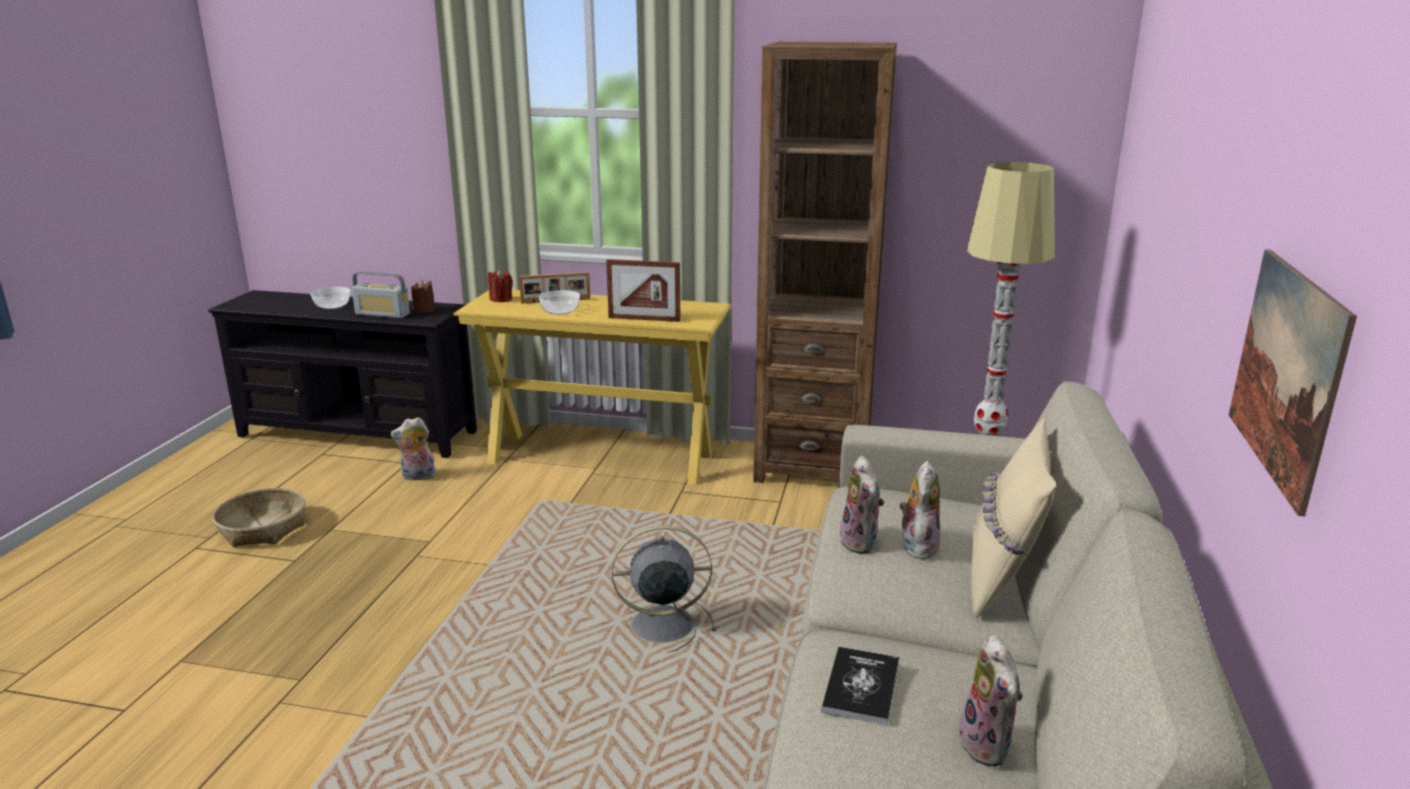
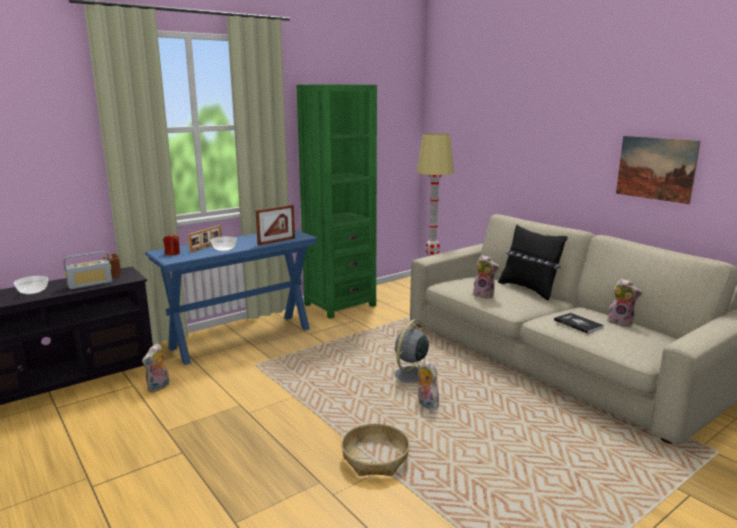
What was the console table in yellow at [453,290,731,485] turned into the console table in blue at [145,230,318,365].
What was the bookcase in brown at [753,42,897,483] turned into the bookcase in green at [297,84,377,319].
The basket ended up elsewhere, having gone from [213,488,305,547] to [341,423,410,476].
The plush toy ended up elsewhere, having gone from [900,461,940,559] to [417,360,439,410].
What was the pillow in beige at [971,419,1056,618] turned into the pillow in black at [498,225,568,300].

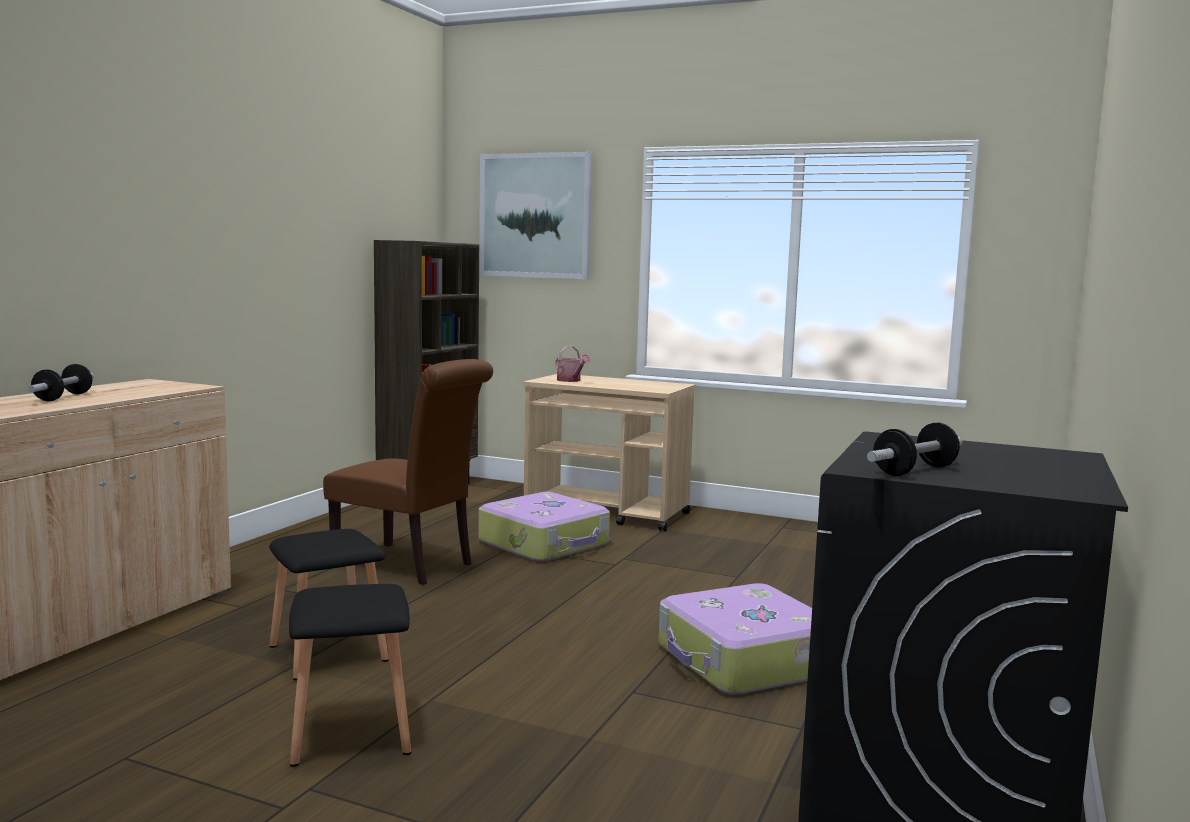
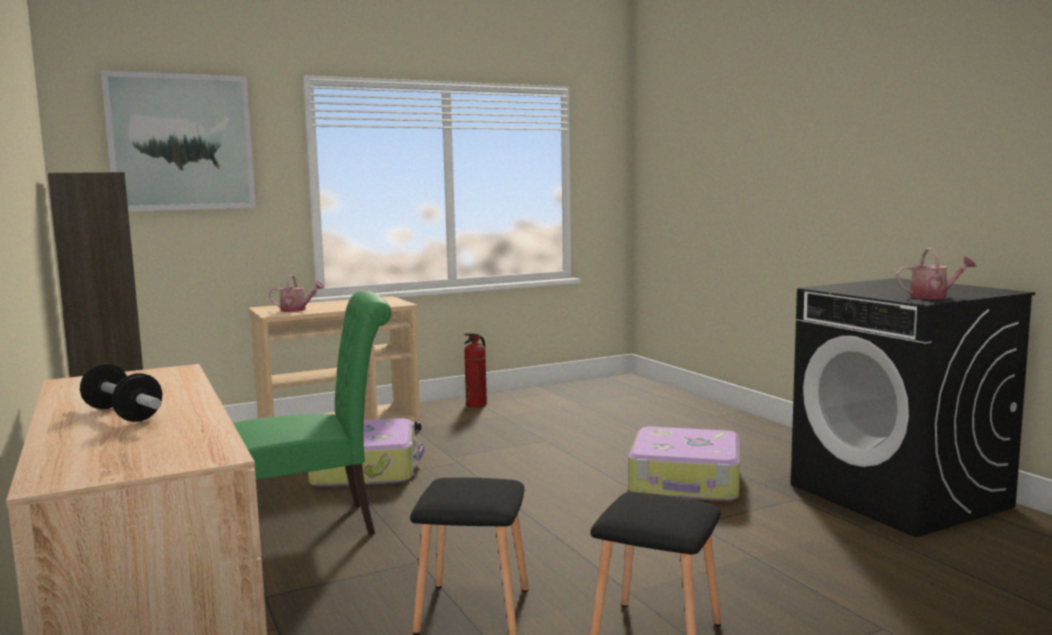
What was the chair in brown at [323,359,493,585] turned into the chair in green at [233,291,392,535].
The second view gained the fire extinguisher at [464,333,487,408].
Where the dumbbell stood at [867,423,963,476], the watering can came to stand at [896,248,976,299].

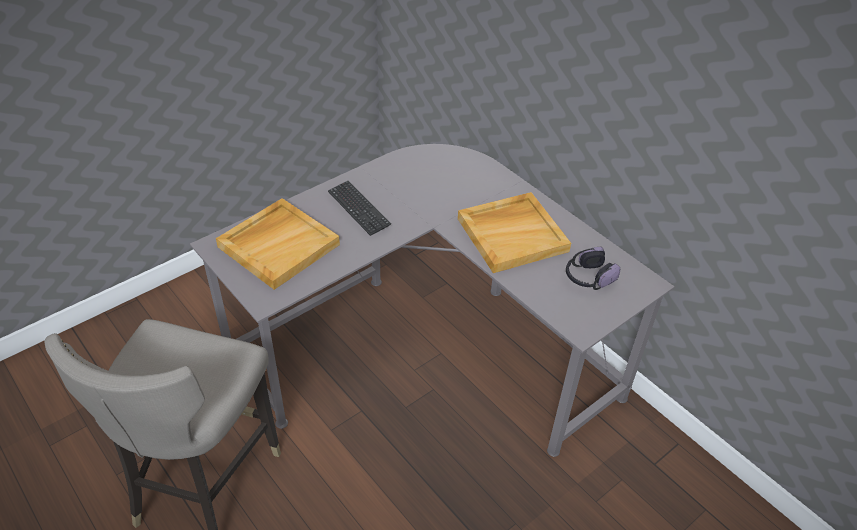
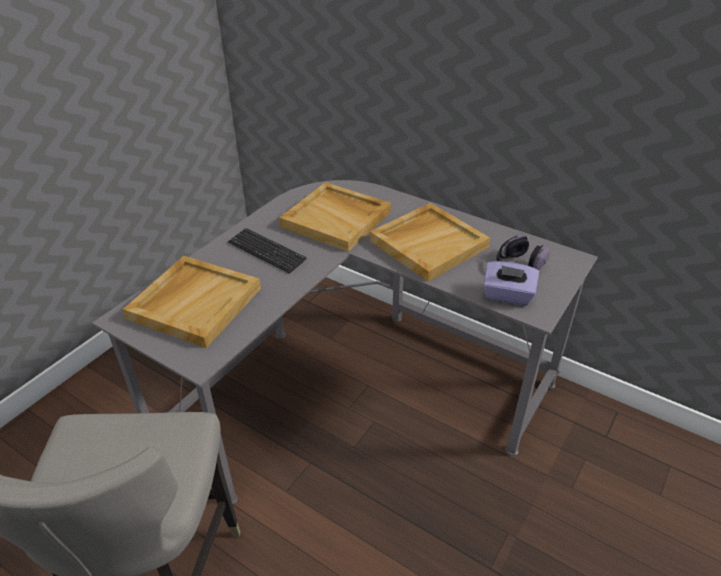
The second view gained the tray in beige at [279,182,391,252].
The second view gained the tissue box in purple at [484,261,539,306].

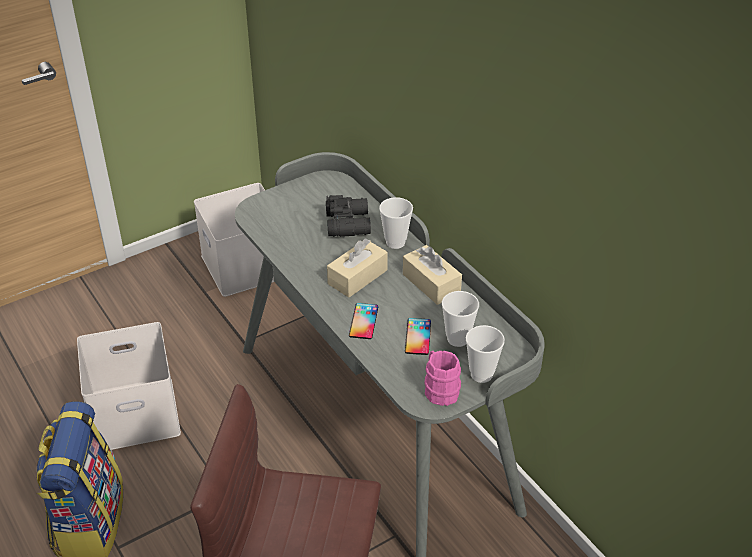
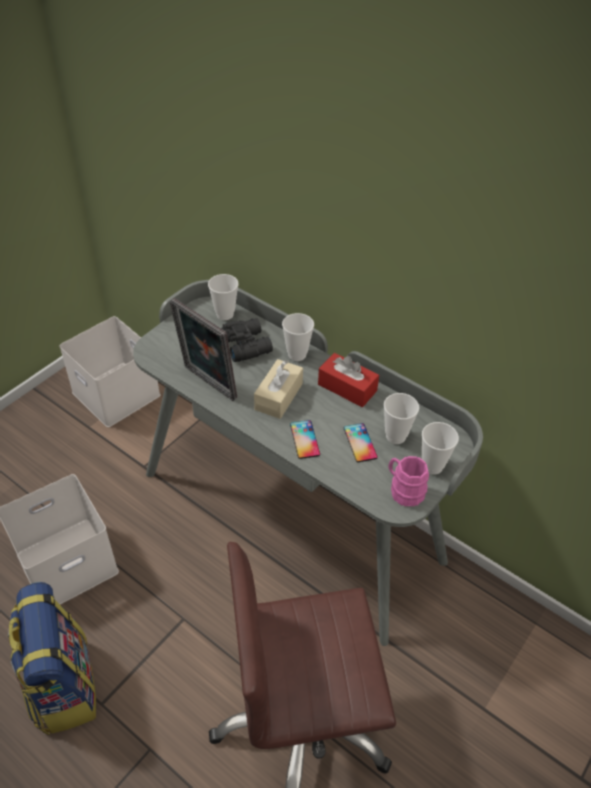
The second view gained the picture frame at [170,298,237,401].
The second view gained the cup at [208,274,238,320].
What was the tissue box in beige at [403,245,462,305] turned into the tissue box in red at [318,353,379,407].

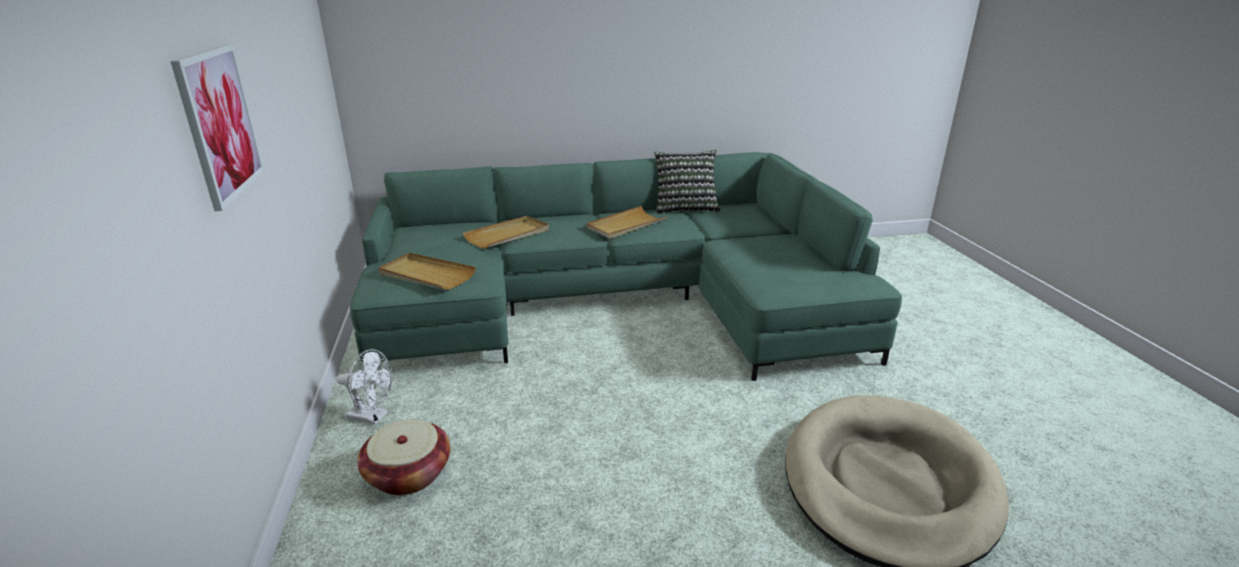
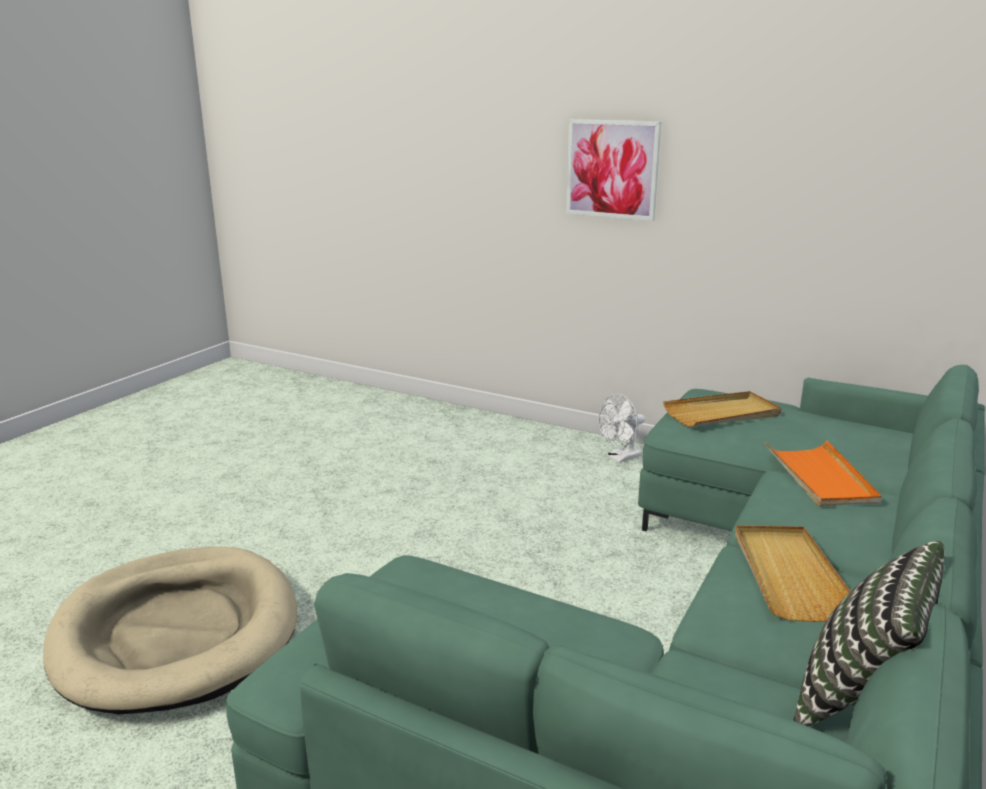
What was the tray in beige at [463,216,549,249] turned into the tray in orange at [765,440,882,506].
The second view lost the basket at [357,420,450,495].

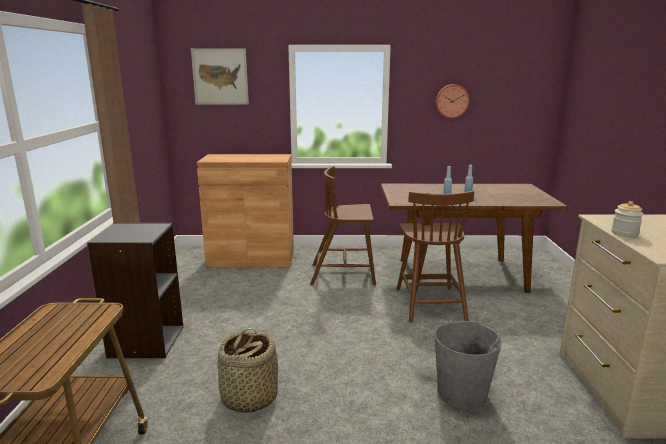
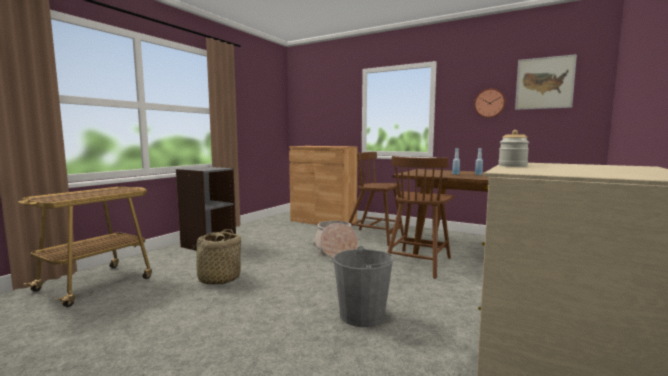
The second view gained the basket at [313,221,358,259].
The picture ended up elsewhere, having gone from [191,48,249,105] to [515,54,577,110].

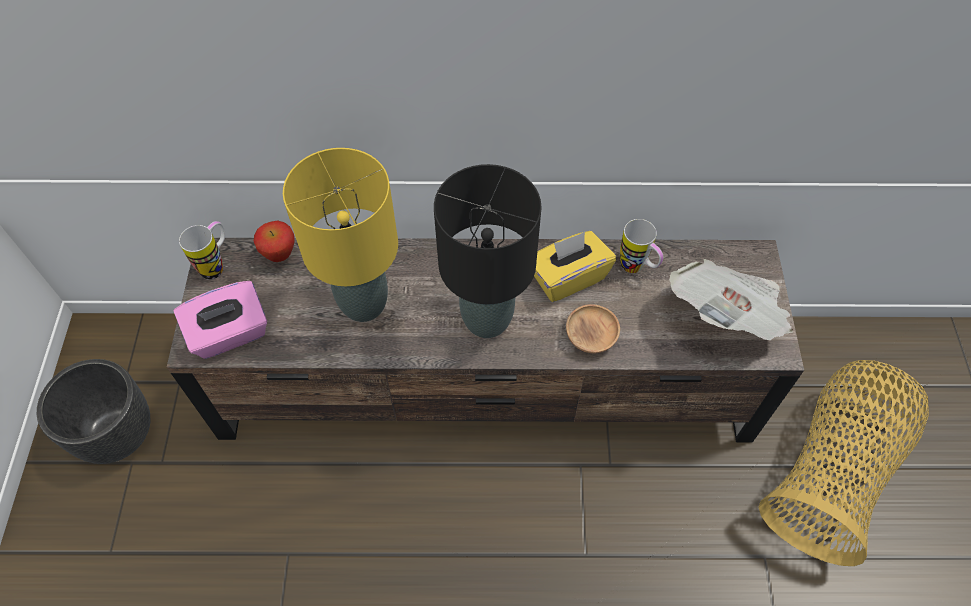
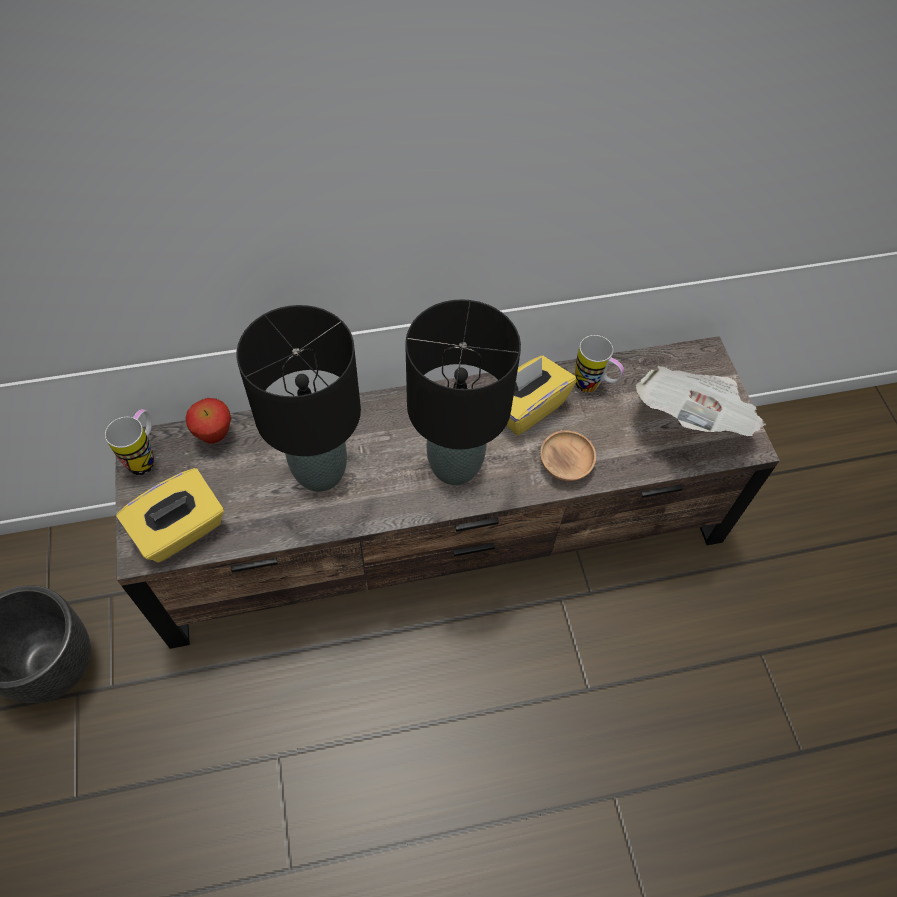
What was the tissue box in pink at [174,281,267,359] turned into the tissue box in yellow at [116,468,224,563].
What was the table lamp in yellow at [283,148,398,322] turned into the table lamp in black at [237,305,361,492].
The second view lost the basket at [758,360,929,566].

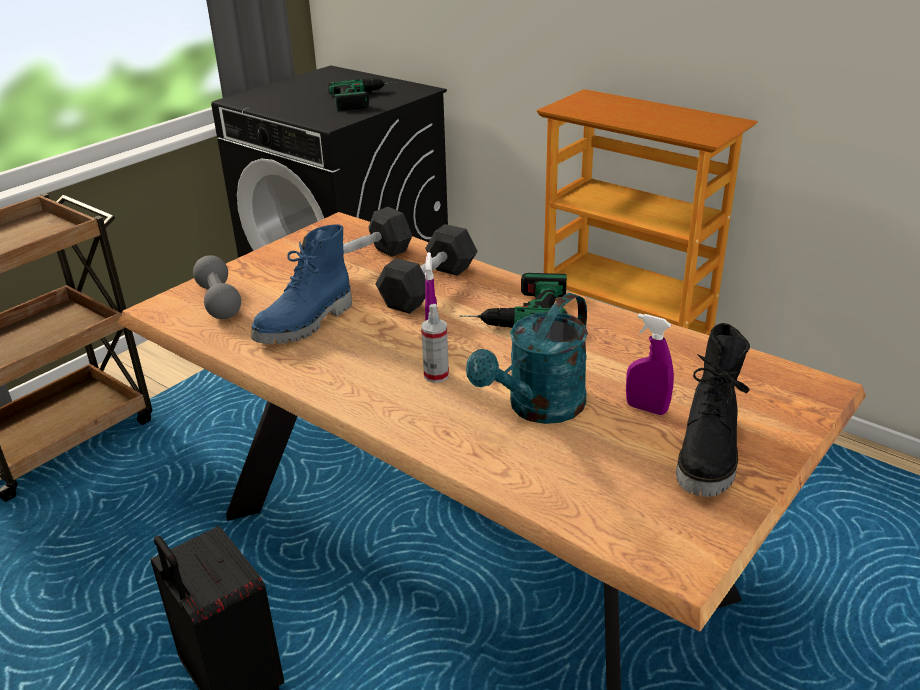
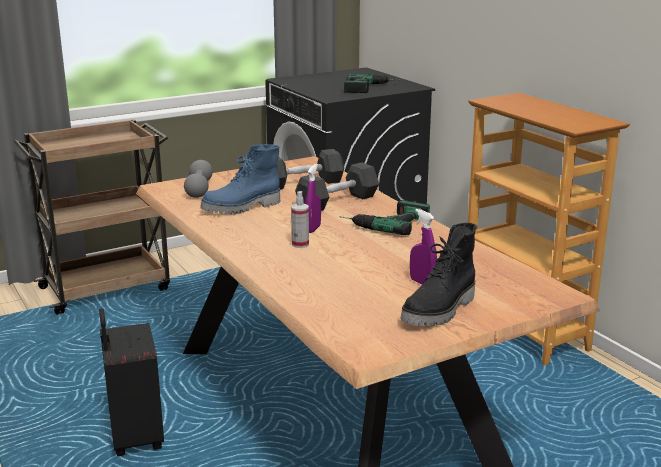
The second view lost the watering can in turquoise at [466,293,588,424].

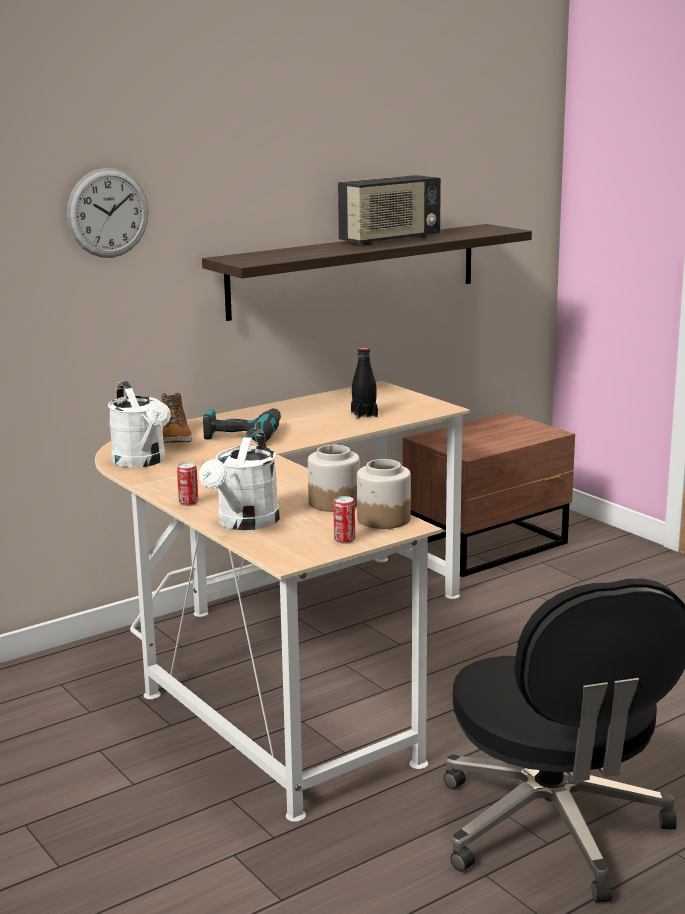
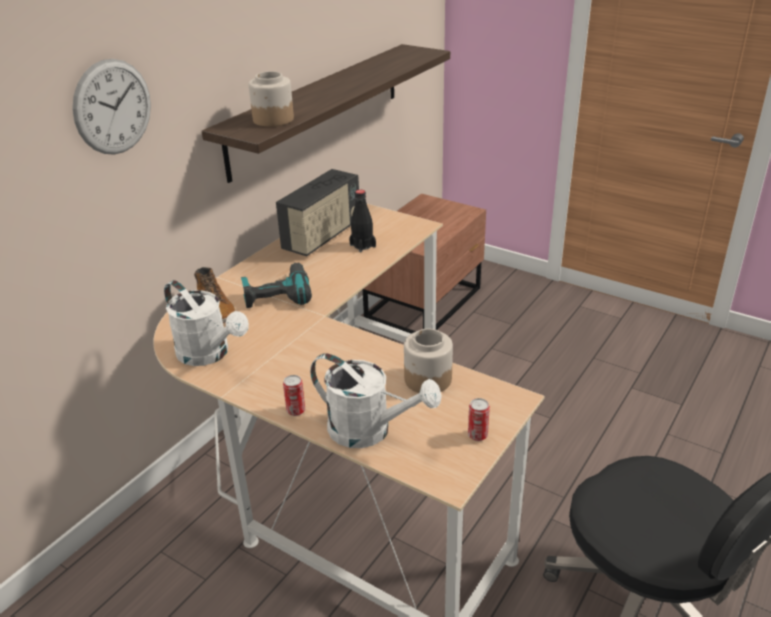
The jar ended up elsewhere, having gone from [357,459,411,529] to [248,71,294,127].
The radio ended up elsewhere, having gone from [338,175,441,245] to [276,169,359,256].
The watering can in white at [199,428,280,530] ended up facing another way, 60 degrees counterclockwise from before.

